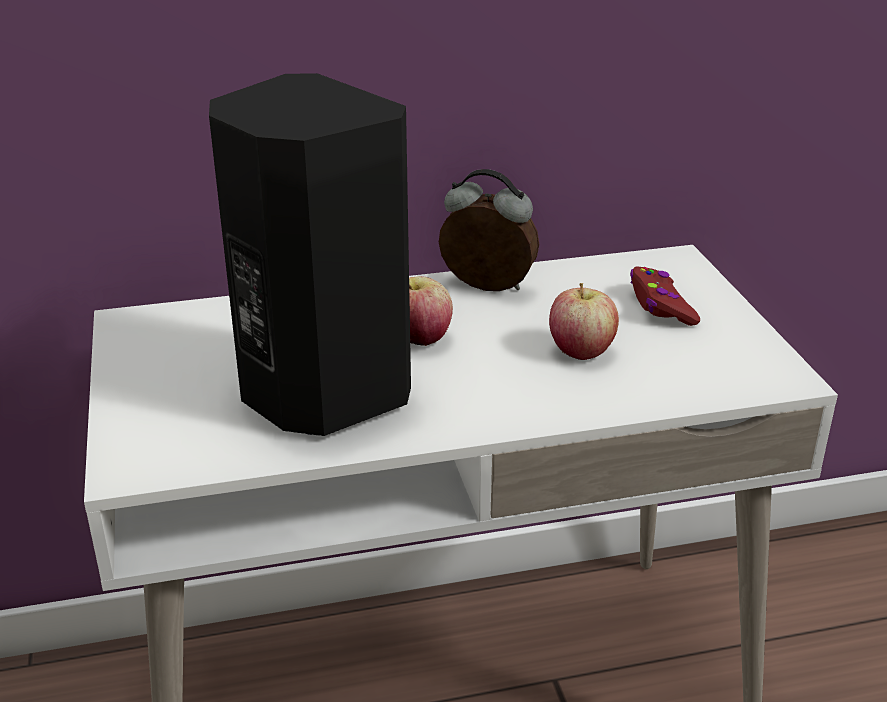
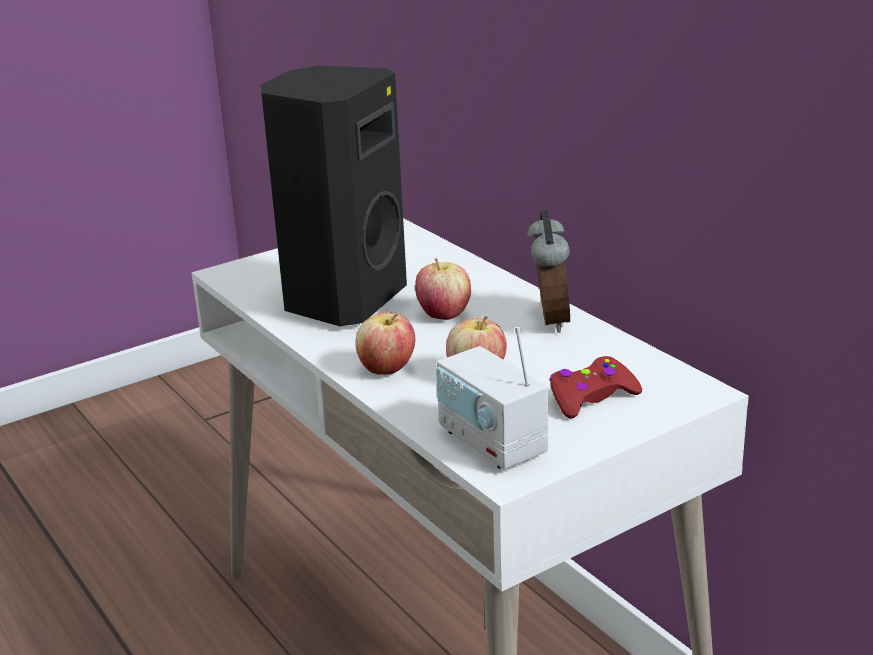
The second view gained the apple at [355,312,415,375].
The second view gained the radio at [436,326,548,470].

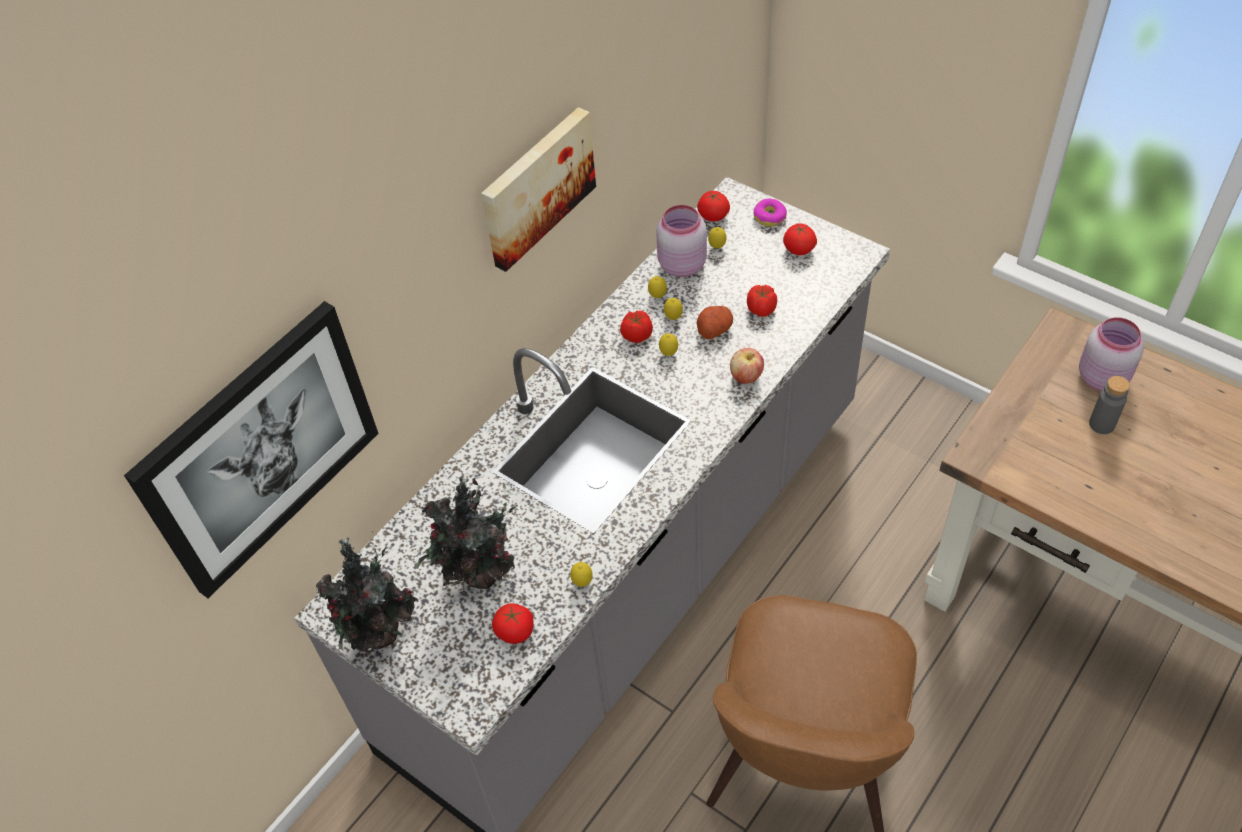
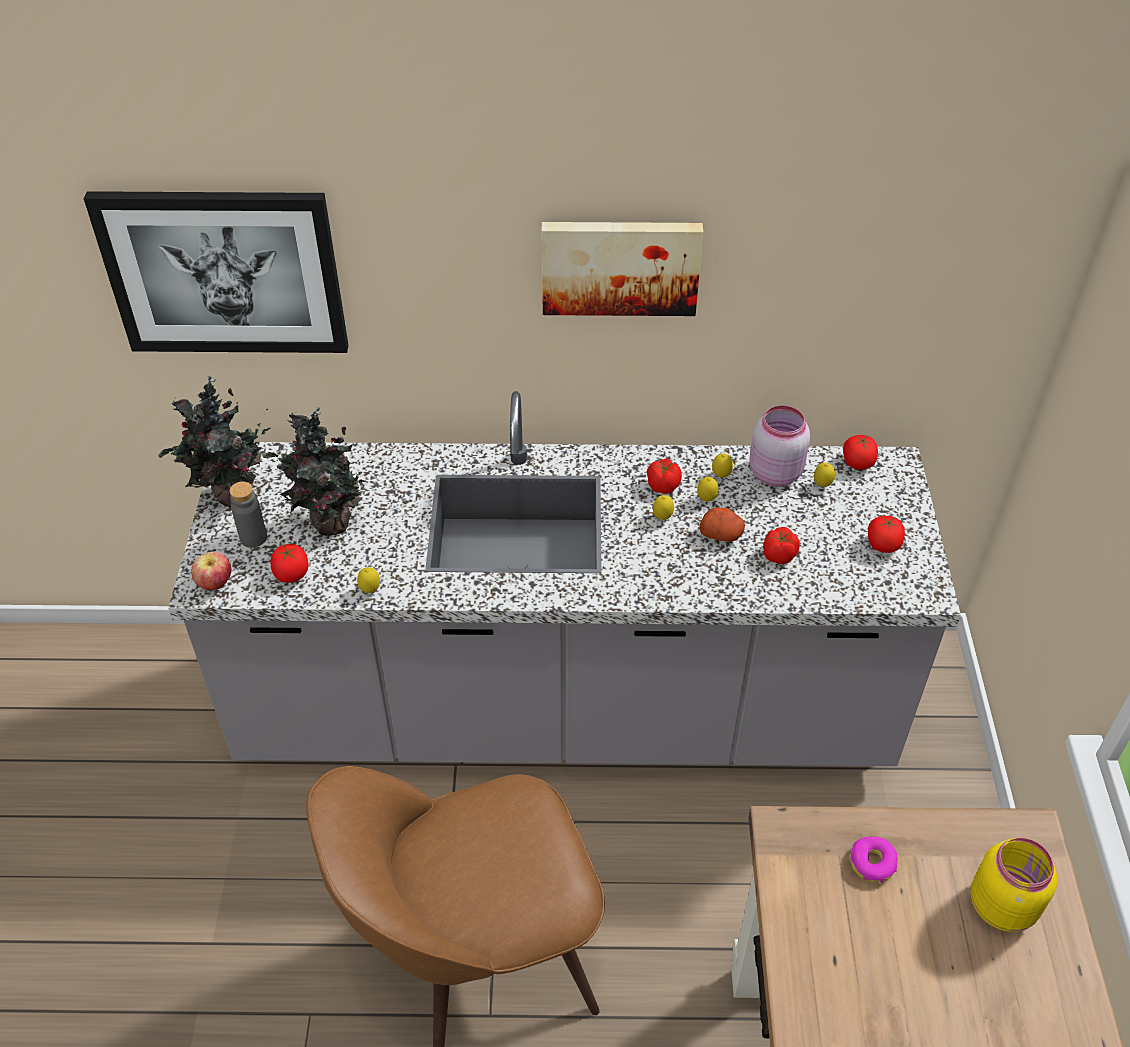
The apple ended up elsewhere, having gone from [730,348,764,384] to [191,552,231,590].
The bottle in grey ended up elsewhere, having gone from [1089,376,1130,434] to [229,481,267,548].
The donut ended up elsewhere, having gone from [753,199,787,227] to [850,836,898,883].
What was the jar in pink at [1079,317,1144,391] turned into the jar in yellow at [971,838,1057,932].

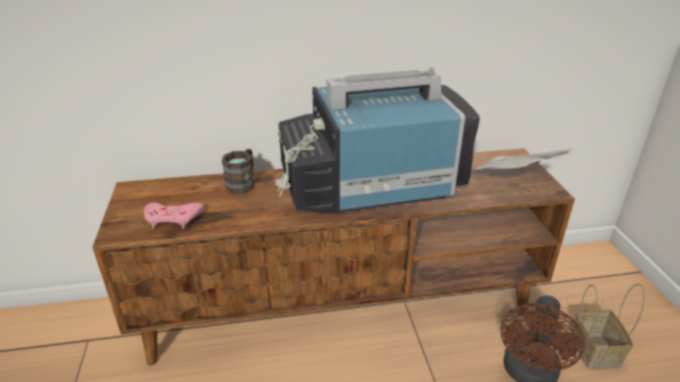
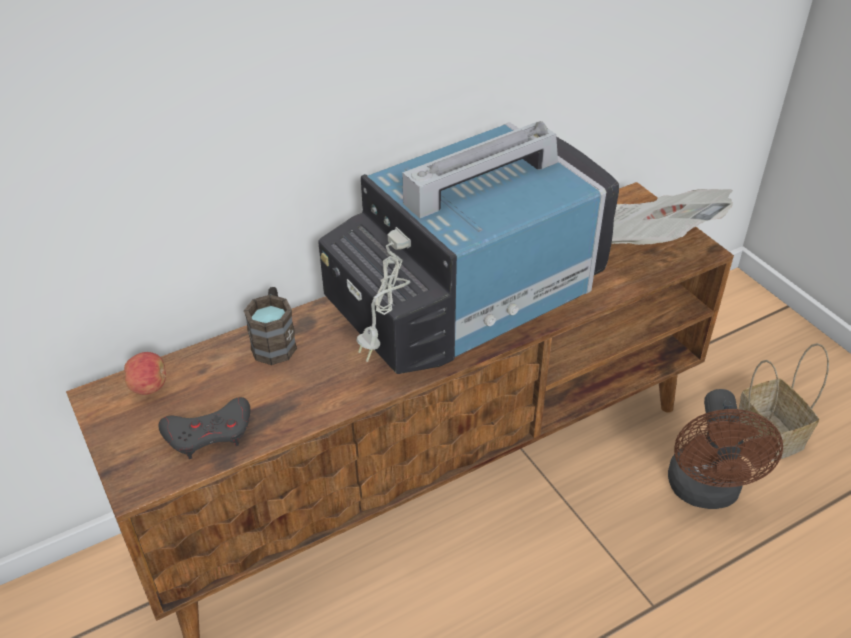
The second view gained the apple at [124,352,166,395].
What was the game controller in pink at [144,203,204,228] turned into the game controller in grey at [158,397,250,459].

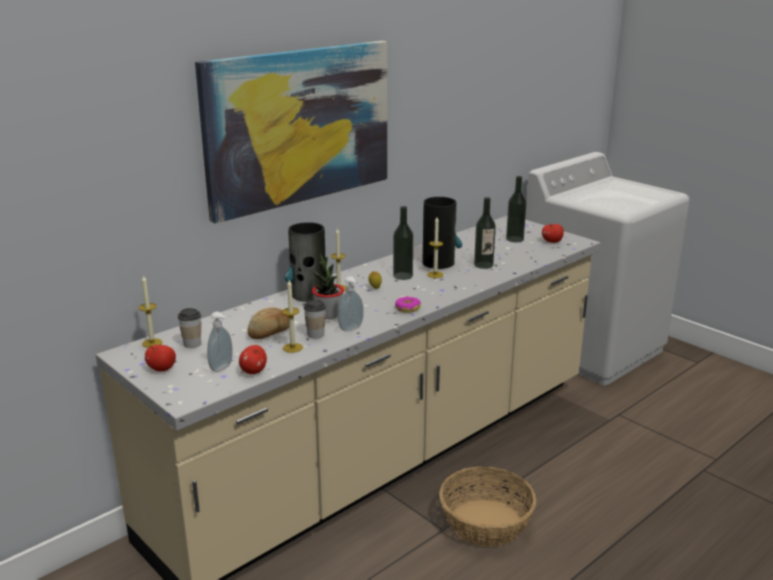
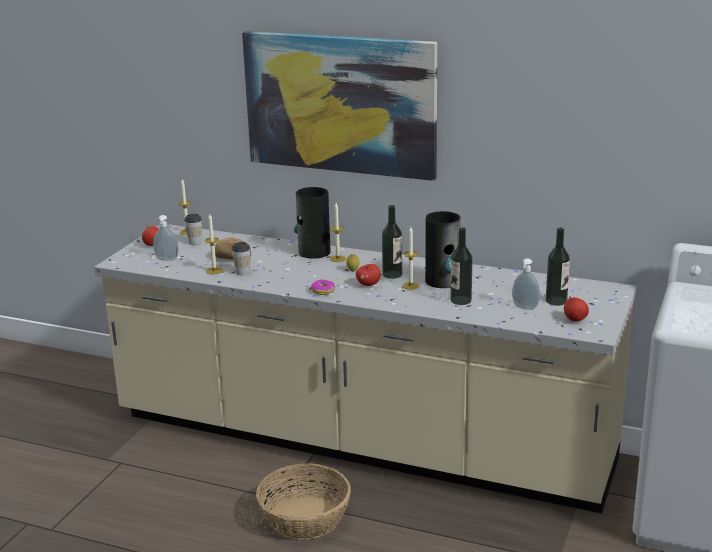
The apple ended up elsewhere, having gone from [239,345,267,374] to [356,264,381,286].
The soap dispenser ended up elsewhere, having gone from [338,277,364,332] to [512,258,540,310].
The second view lost the potted plant at [312,253,344,319].

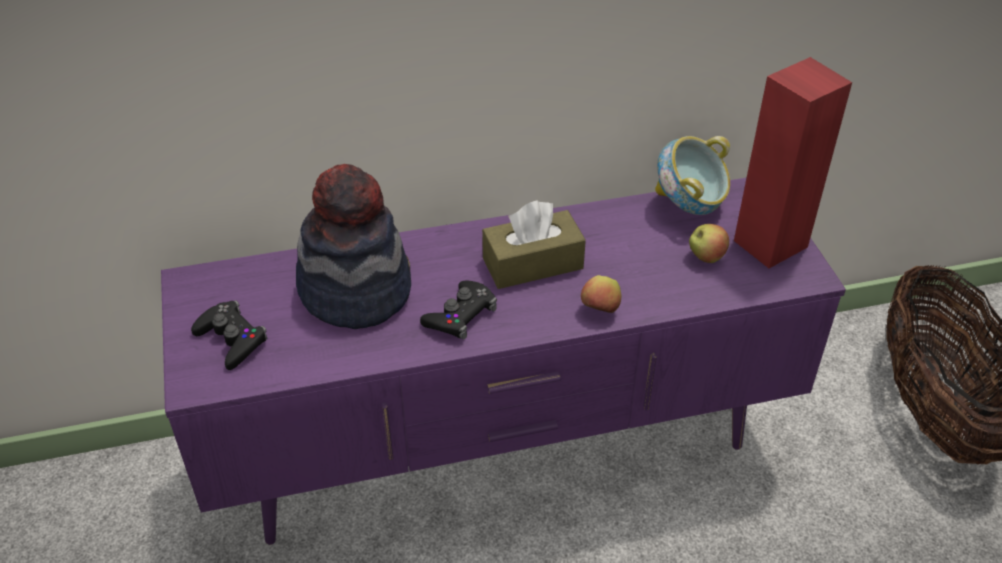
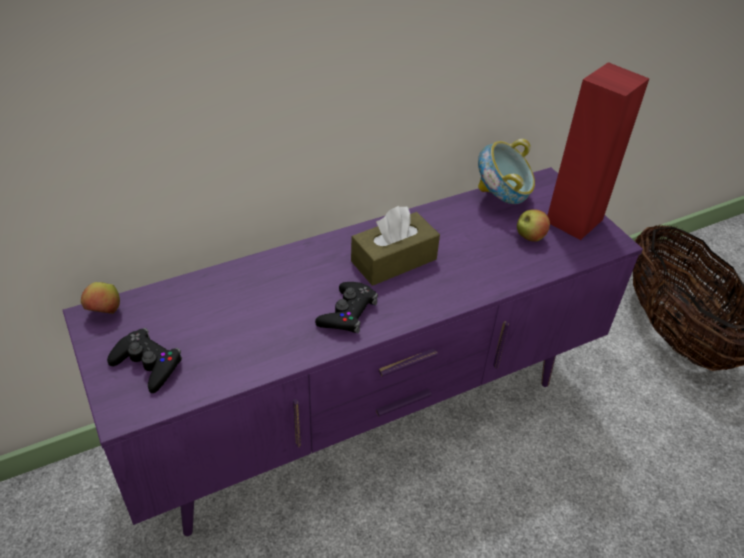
The apple ended up elsewhere, having gone from [581,275,621,313] to [81,282,120,314].
The second view lost the hat at [296,164,411,329].

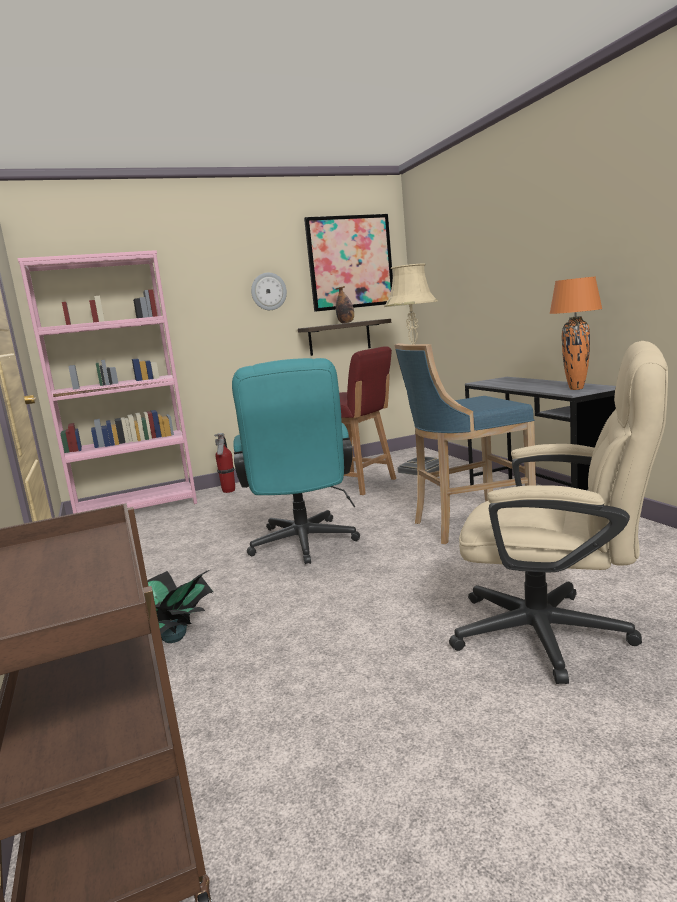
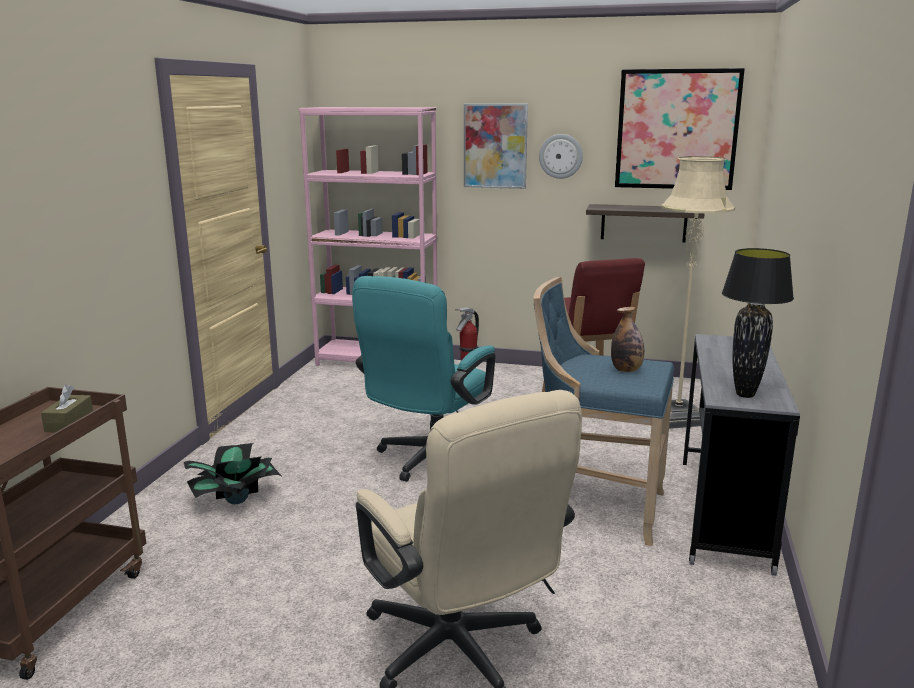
The second view gained the tissue box in brown at [41,385,93,432].
The second view gained the picture at [464,104,528,189].
The bottle ended up elsewhere, having gone from [336,286,354,323] to [611,307,644,372].
What was the table lamp in orange at [549,277,603,390] turned into the table lamp in black at [722,248,794,398].

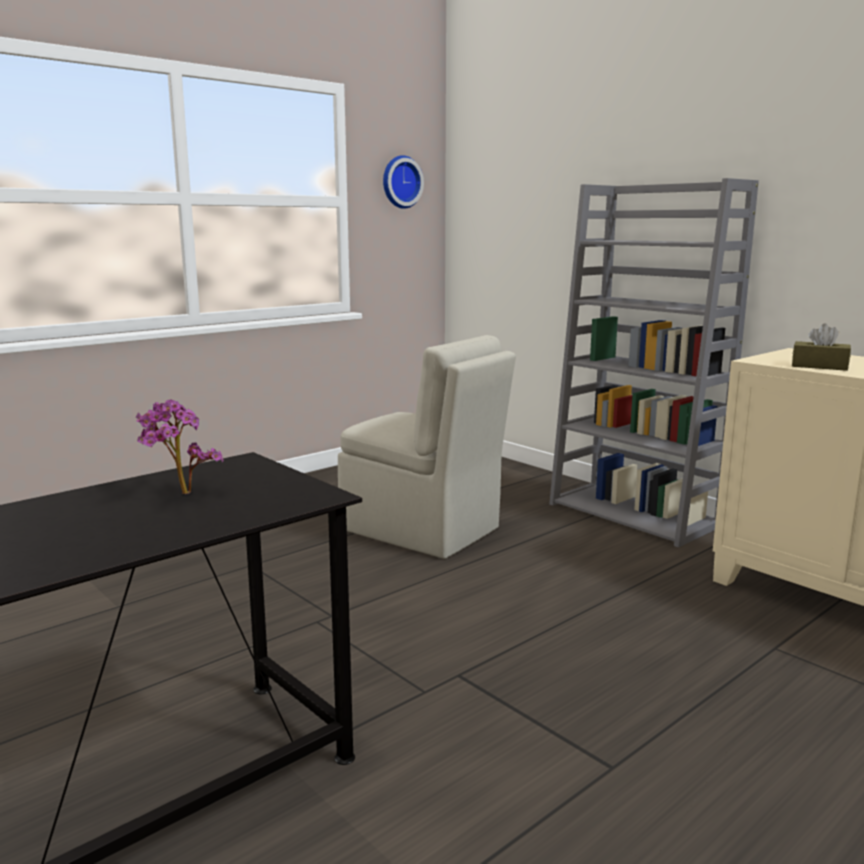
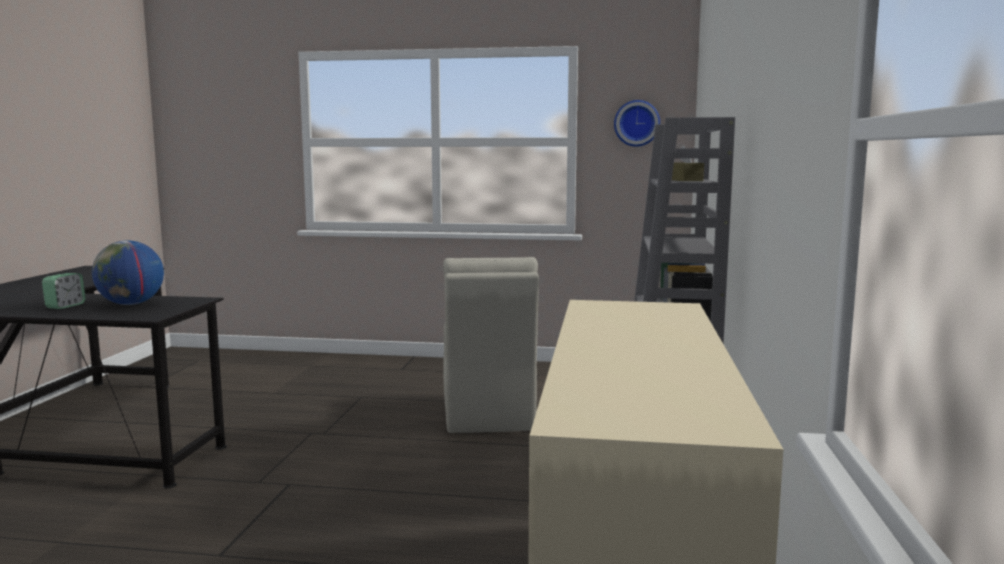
The second view gained the alarm clock at [42,273,86,309].
Where the potted plant stood at [136,399,224,495], the globe came to stand at [92,240,164,305].
The tissue box in brown ended up elsewhere, having gone from [792,323,851,371] to [672,146,704,181].

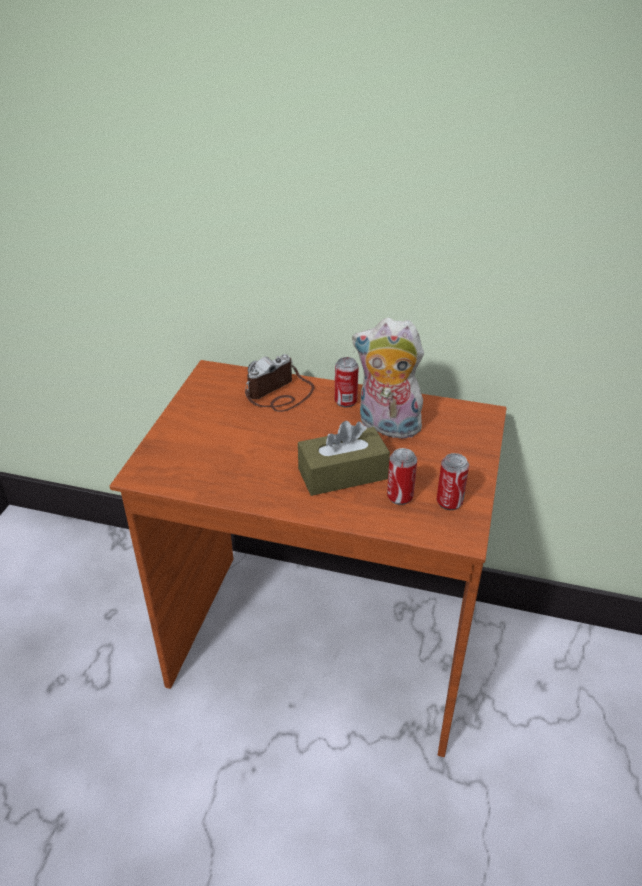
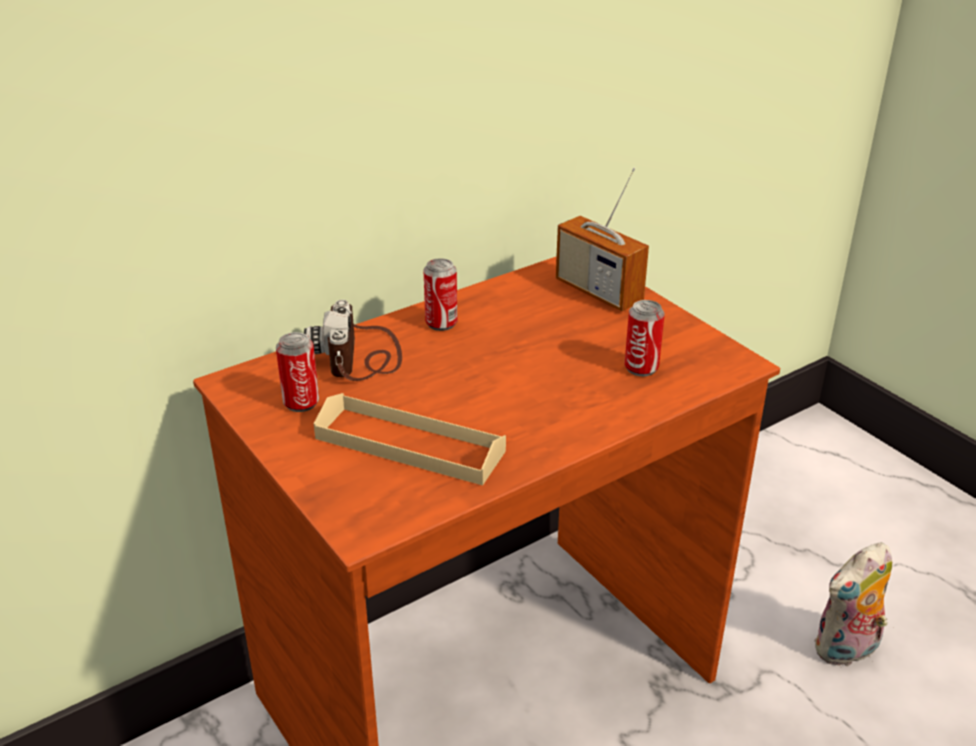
The can ended up elsewhere, having gone from [436,453,469,510] to [276,332,319,412].
The second view gained the tray in beige at [314,393,506,485].
The second view gained the radio at [556,167,649,311].
The plush toy ended up elsewhere, having gone from [352,318,424,439] to [814,542,892,666].
The second view lost the tissue box in brown at [298,421,390,496].

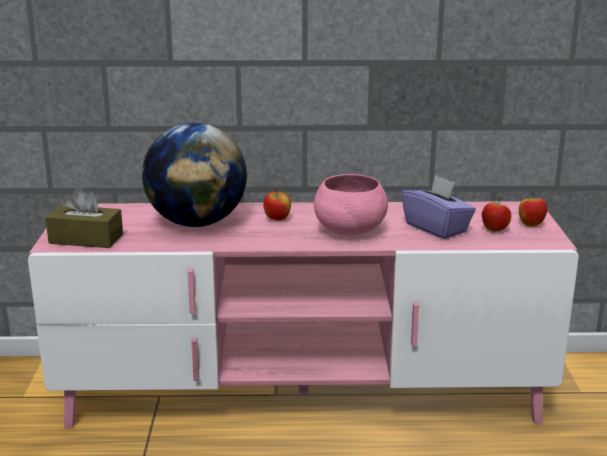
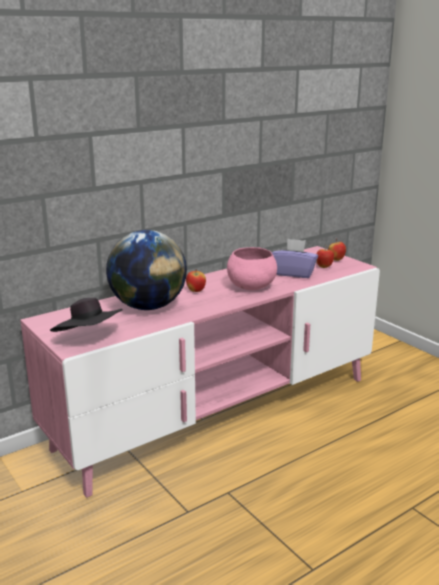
Where the tissue box in brown stood at [45,187,123,248], the hat in black came to stand at [50,298,123,332].

